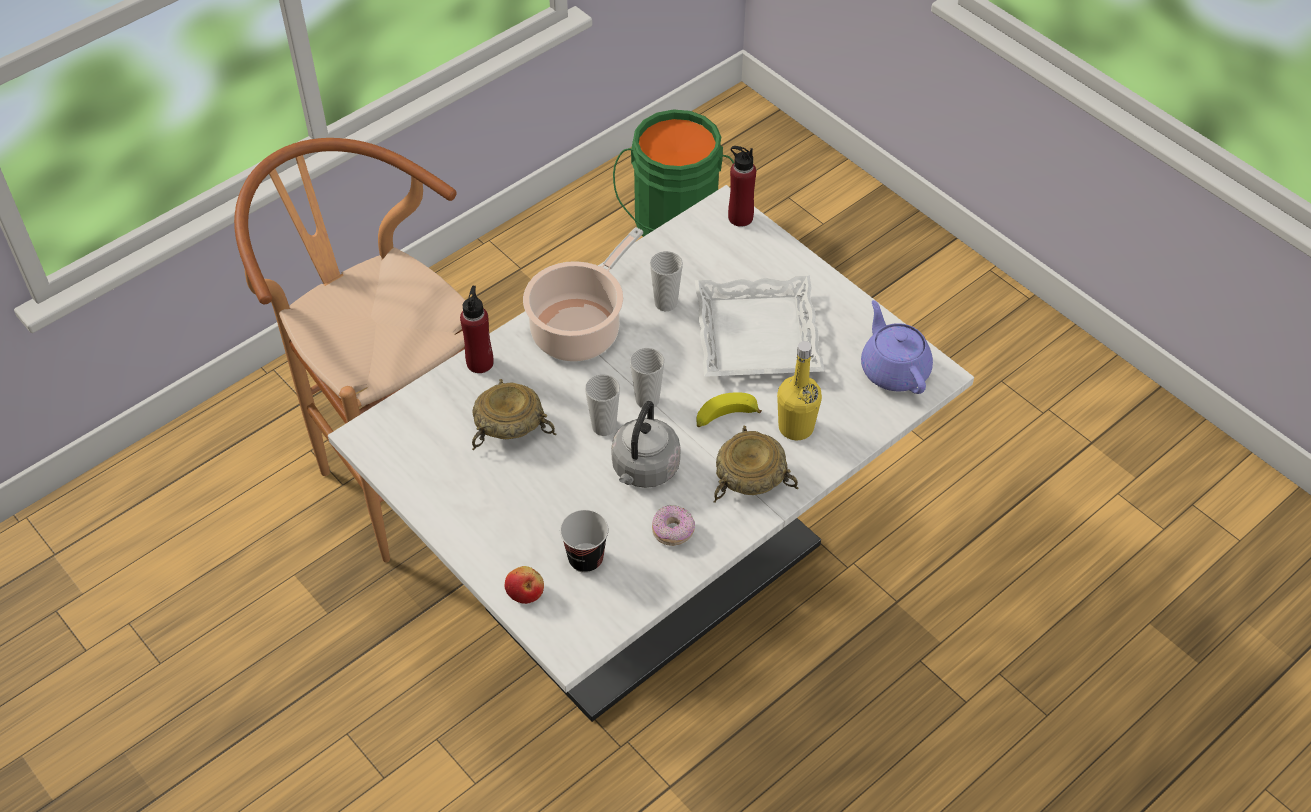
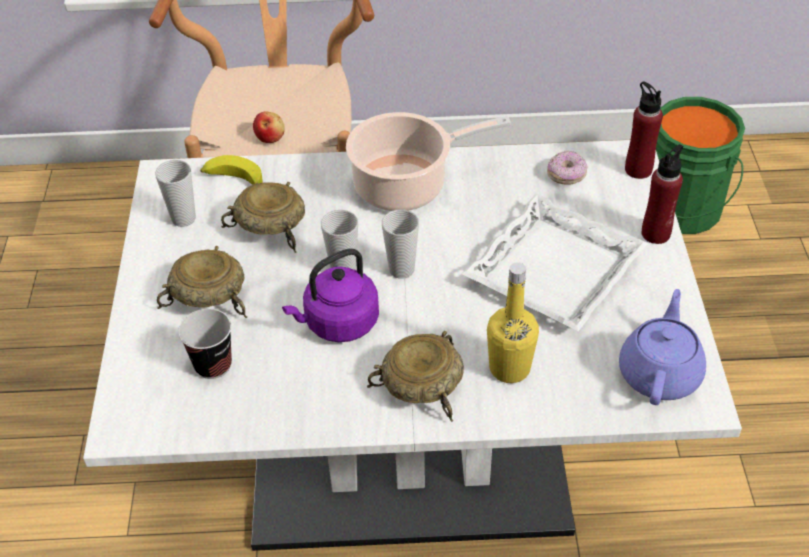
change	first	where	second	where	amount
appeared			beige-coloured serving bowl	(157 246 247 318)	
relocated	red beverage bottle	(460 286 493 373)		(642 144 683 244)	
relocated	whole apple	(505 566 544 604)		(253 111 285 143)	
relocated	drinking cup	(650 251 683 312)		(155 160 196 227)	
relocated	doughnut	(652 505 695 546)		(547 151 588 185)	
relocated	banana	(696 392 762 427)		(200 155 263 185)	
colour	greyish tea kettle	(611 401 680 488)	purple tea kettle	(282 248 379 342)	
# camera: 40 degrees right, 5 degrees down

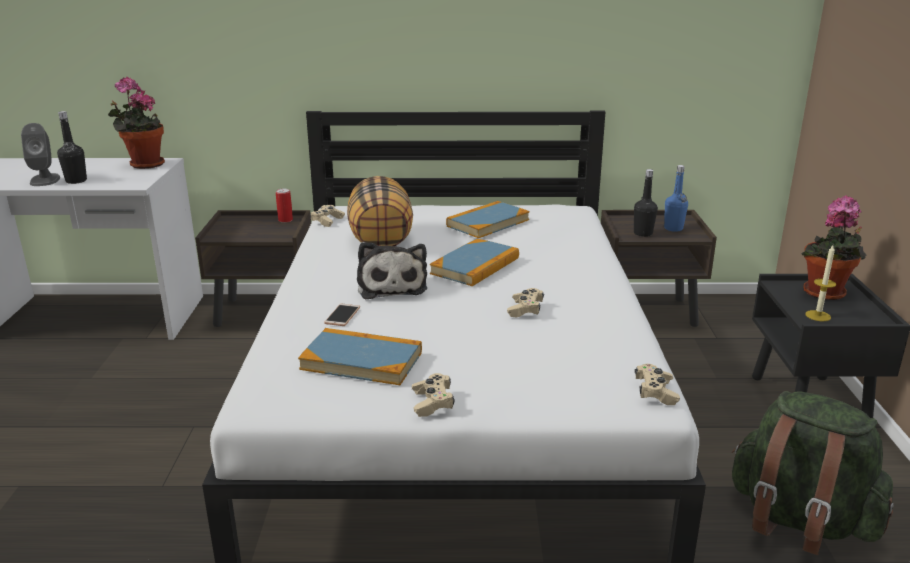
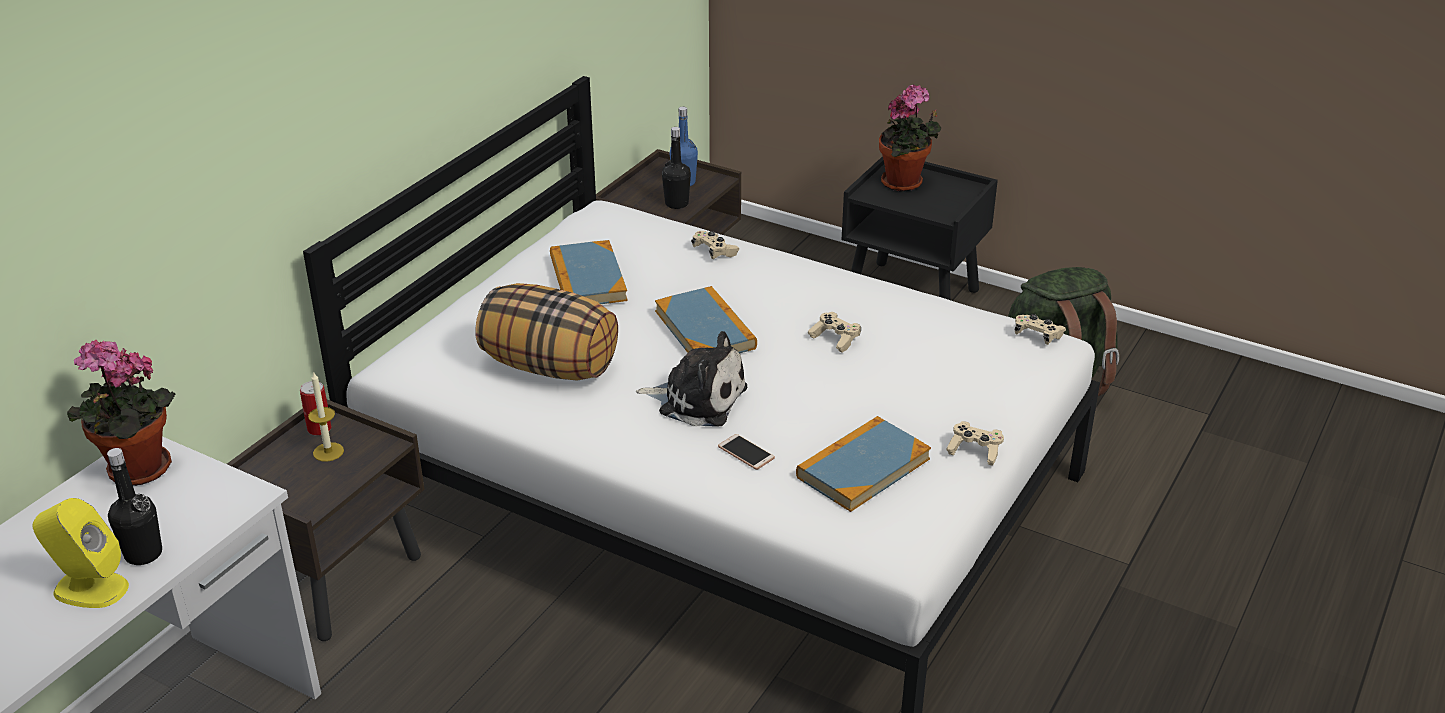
change	first	where	second	where	amount
relocated	beige-coloured joypad	(310 205 345 227)		(691 231 739 259)	
relocated	wax light	(805 245 836 321)		(308 371 344 462)	
colour	greyish audio speaker	(21 123 60 186)	yellowish audio speaker	(32 498 129 608)	
# camera: 60 degrees left, 10 degrees up

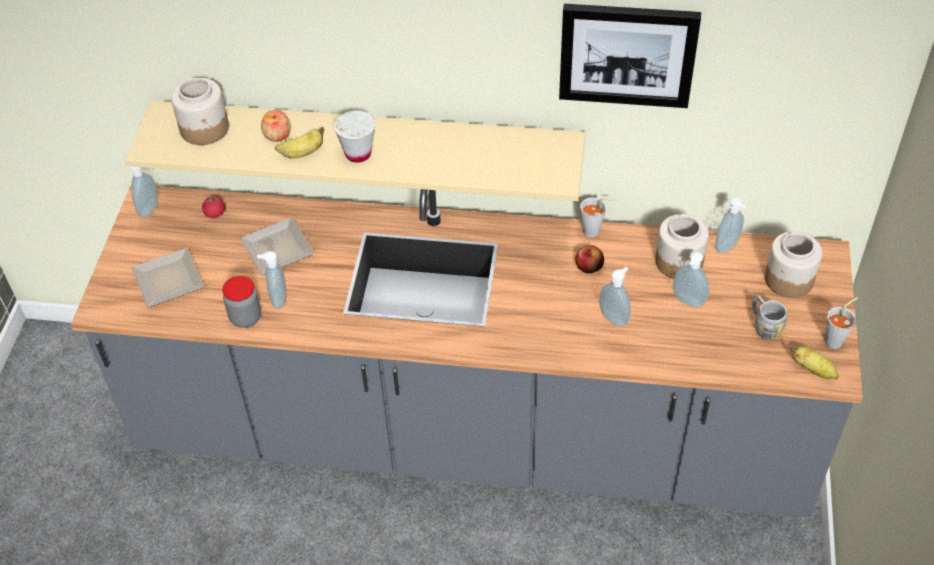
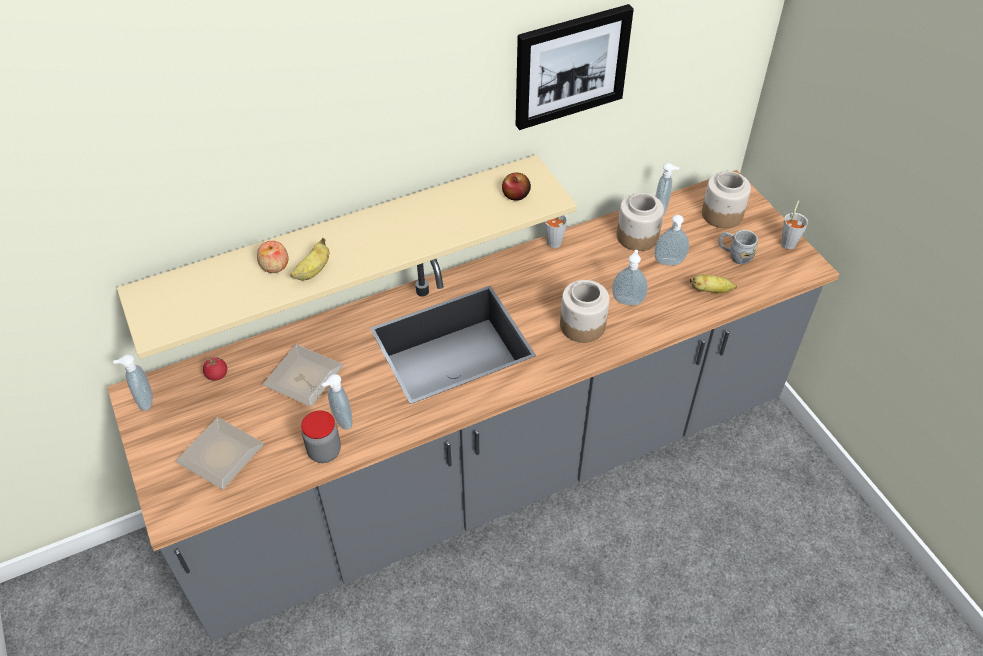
change	first	where	second	where	amount
missing	white drinking cup	(334 111 375 162)			
relocated	jar	(171 78 229 145)		(560 280 610 343)	
relocated	whole apple	(575 245 604 273)		(502 173 531 201)	
relocated	banana	(790 345 839 379)		(690 274 737 293)	
# camera: 35 degrees left, 0 degrees up

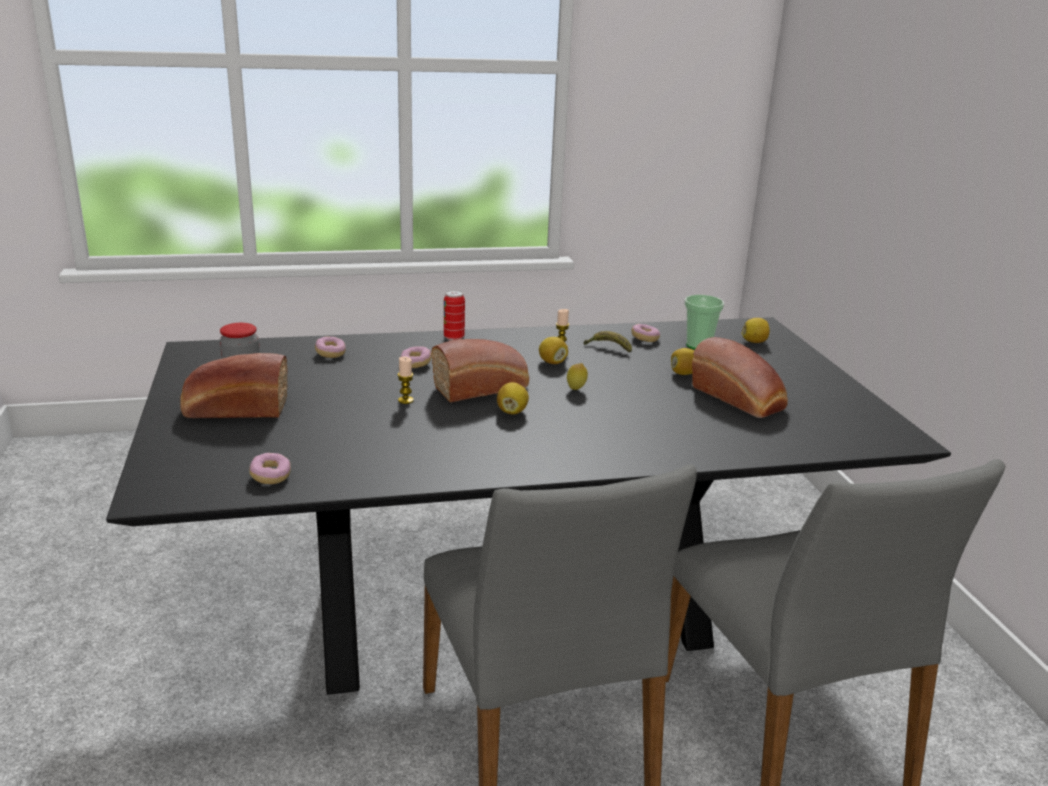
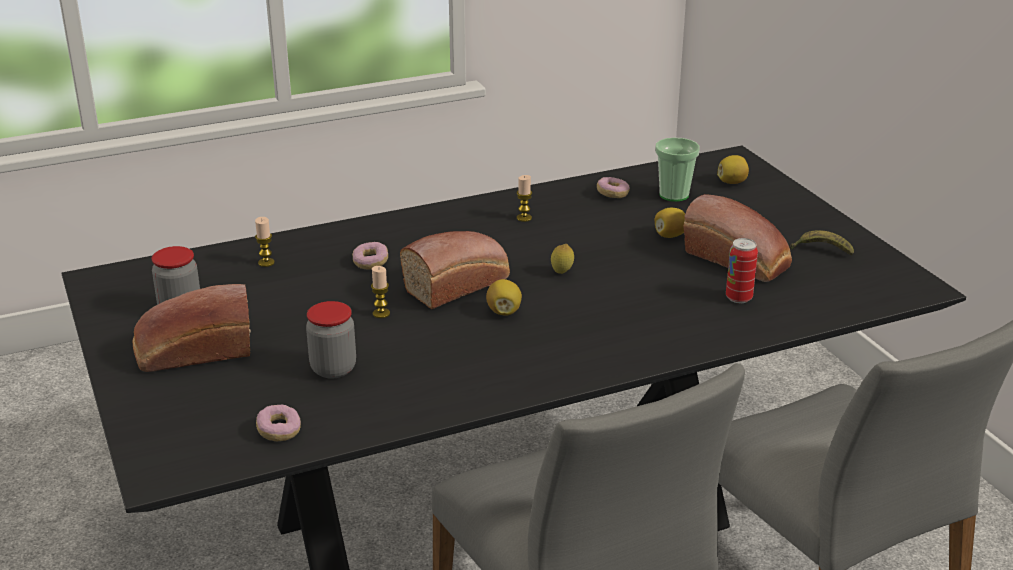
change	first	where	second	where	amount
missing	lemon	(539 337 568 364)			
appeared			jar	(306 301 356 379)	
relocated	can	(444 290 465 341)		(726 238 758 303)	
relocated	banana	(584 331 632 353)		(790 230 854 255)	
exchanged	doughnut	(315 336 346 358)	wax light	(255 217 275 267)	
# camera: 10 degrees left, 5 degrees up

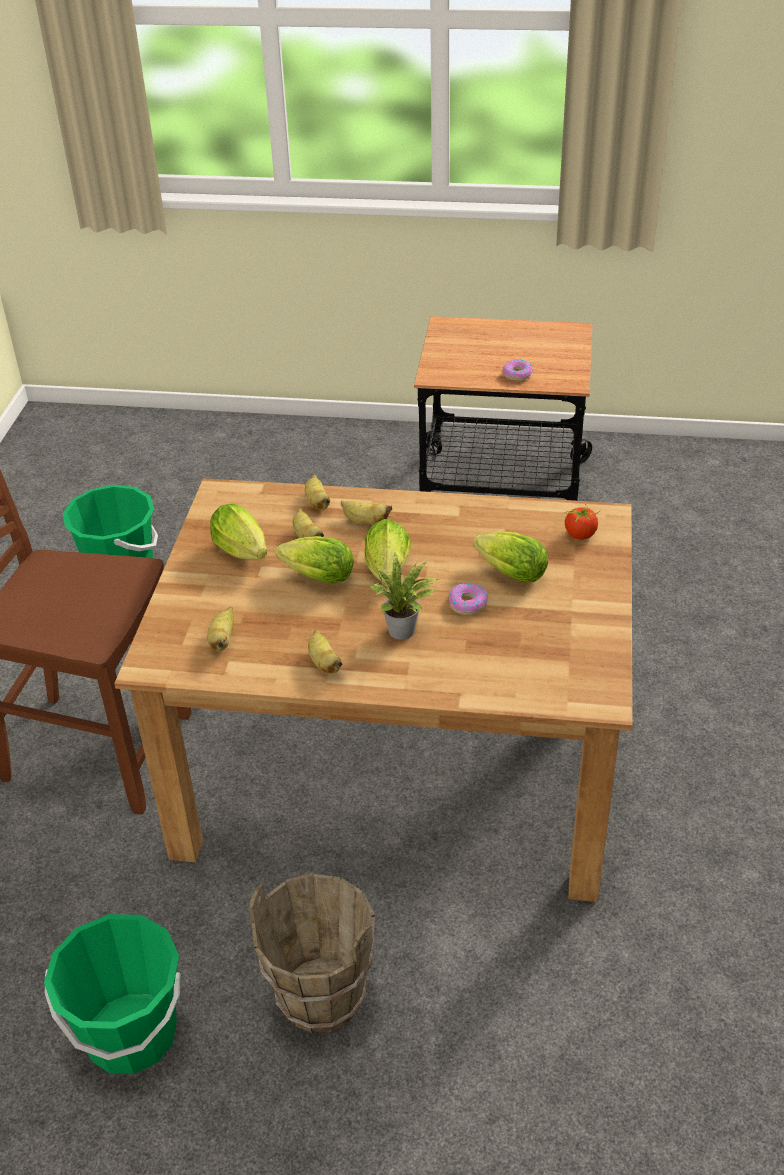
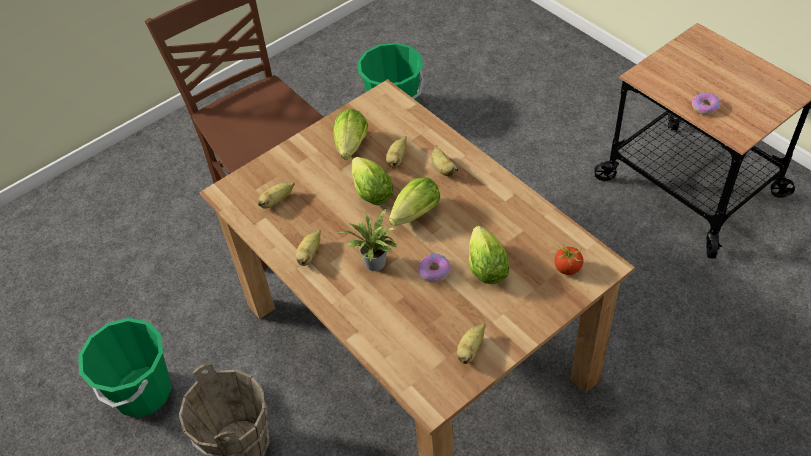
change	first	where	second	where	amount
relocated	banana	(305 474 330 510)		(457 323 485 364)	
# camera: 45 degrees right, 10 degrees up

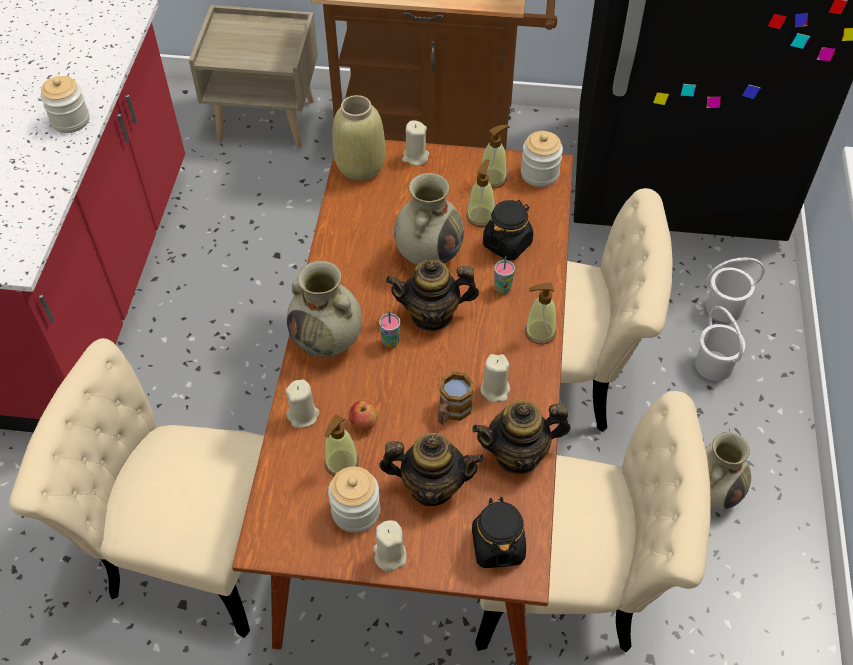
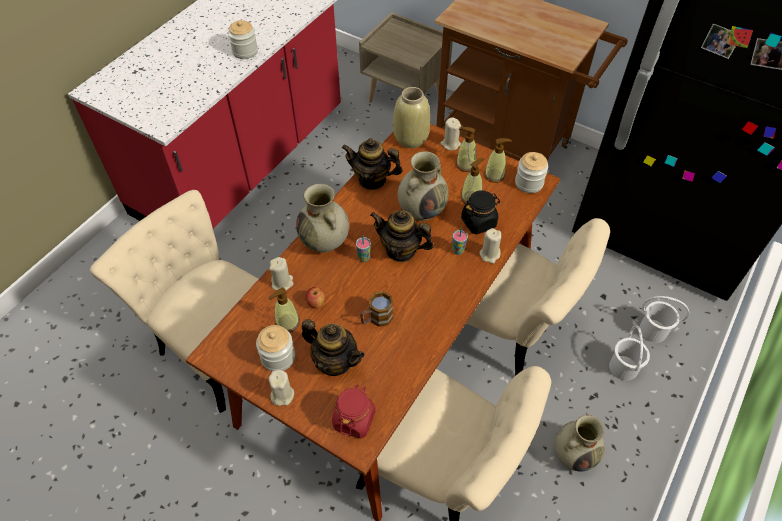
change	first	where	second	where	amount
relocated	pot for tea	(472 400 571 475)		(342 138 403 190)	
relocated	beige-coloured wax light	(480 354 510 402)		(480 228 501 264)	
relocated	soap dispenser	(525 283 556 345)		(456 127 476 172)	
colour	black jar	(472 497 526 568)	red jar	(332 384 375 439)	
# camera: 25 degrees right, 0 degrees up

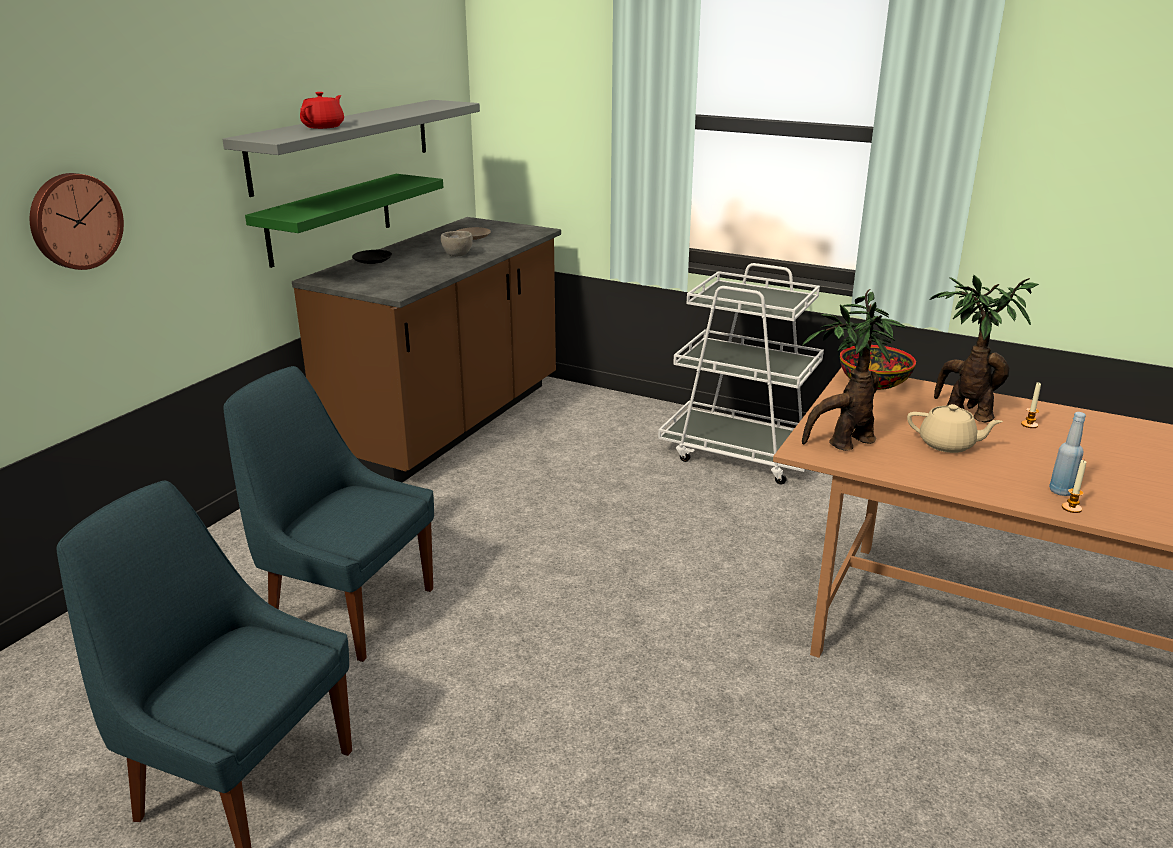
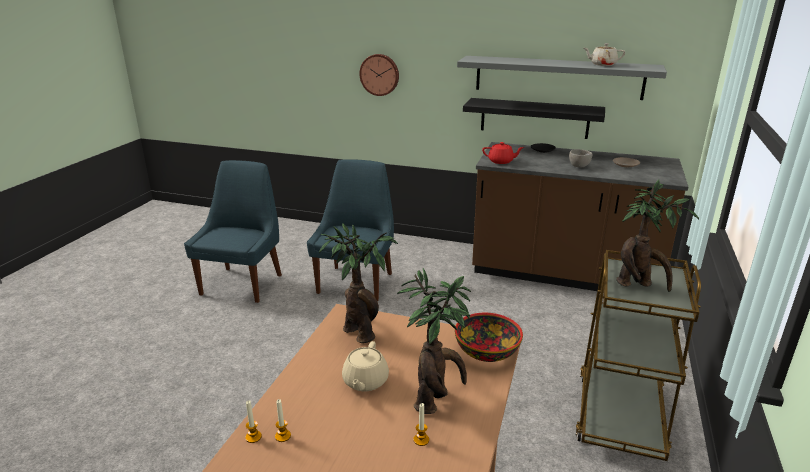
change	first	where	second	where	amount
appeared			beige-coloured pot for tea	(584 43 625 66)	
appeared			plant in a pot	(616 180 699 292)	
relocated	red pot for tea	(300 92 344 129)		(482 142 524 164)	
exchanged	blue-coloured beverage bottle	(1049 412 1086 496)	wax light	(275 399 291 442)	
colour	greenish shelf	(245 174 443 268)	black shelf	(463 98 605 139)	
colour	white trolley	(658 263 824 485)	brown-coloured trolley	(576 250 701 461)	
# camera: 80 degrees right, 0 degrees up

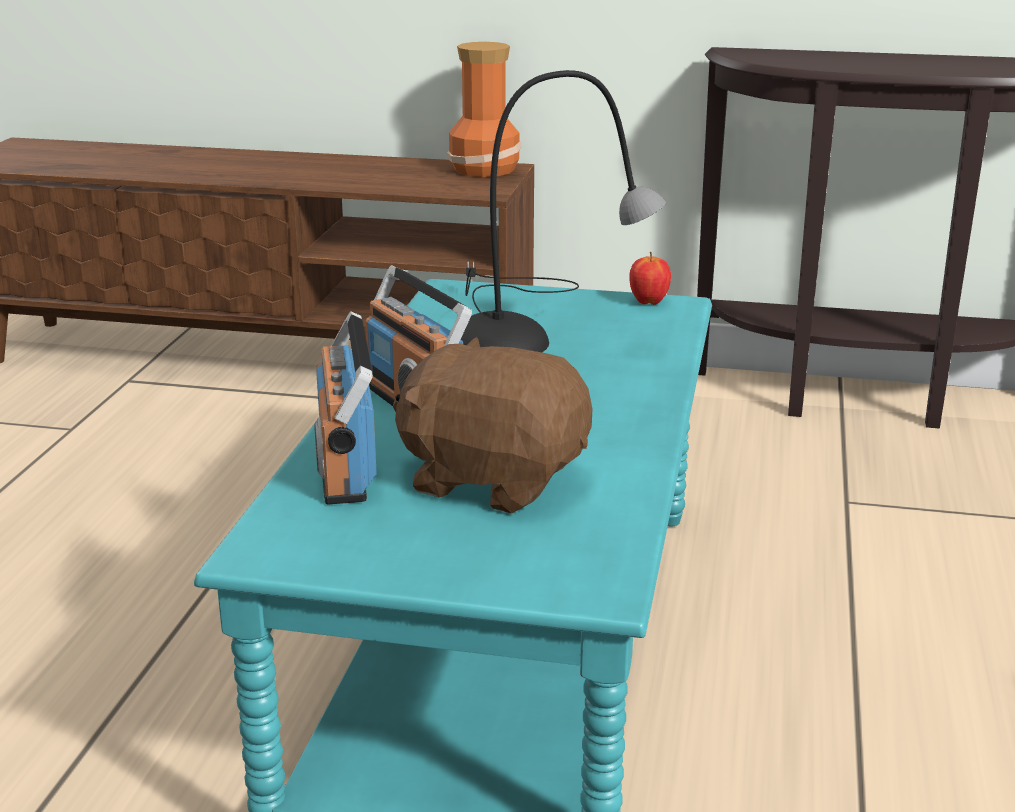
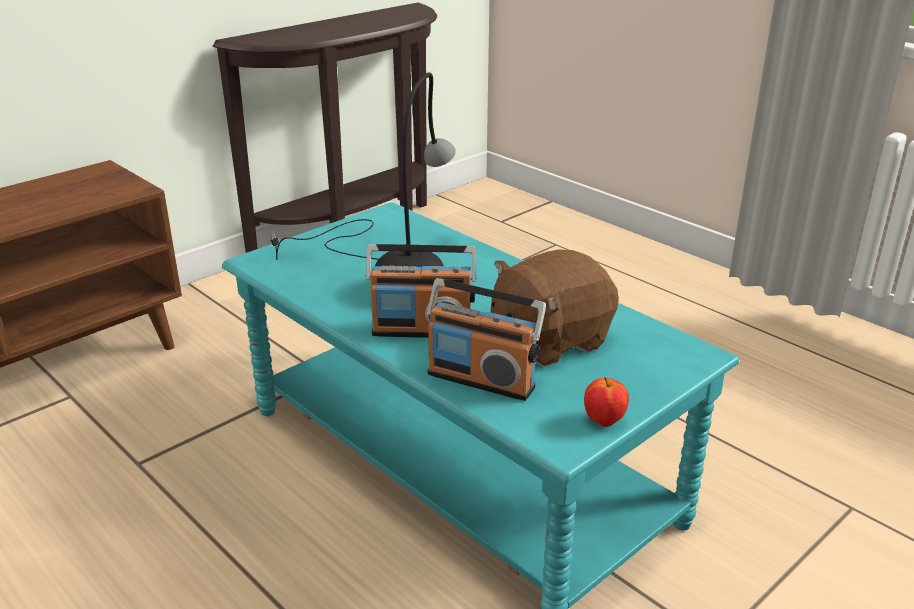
change	first	where	second	where	amount
missing	vase	(447 42 522 177)			
relocated	whole apple	(629 252 671 305)		(584 377 629 427)	
# camera: 55 degrees left, 5 degrees up

